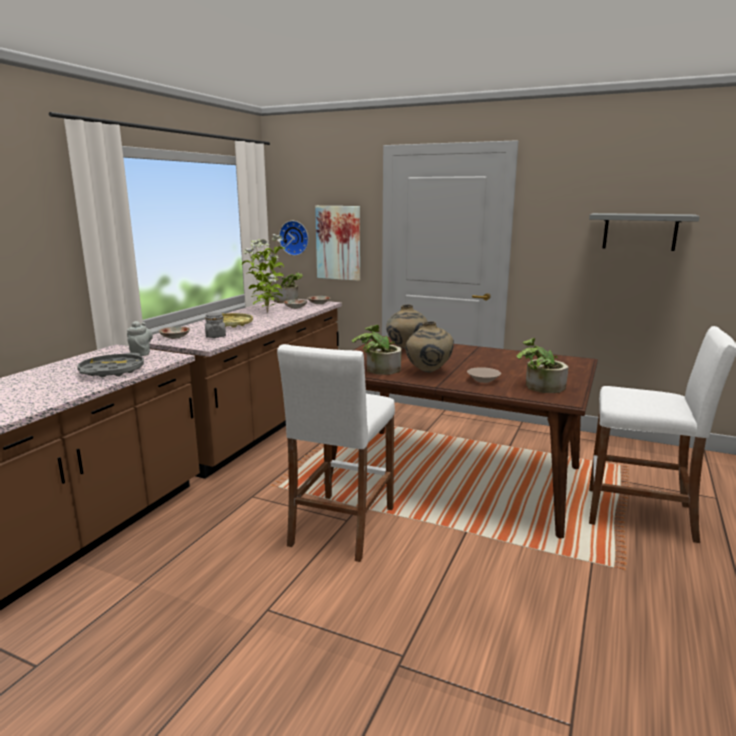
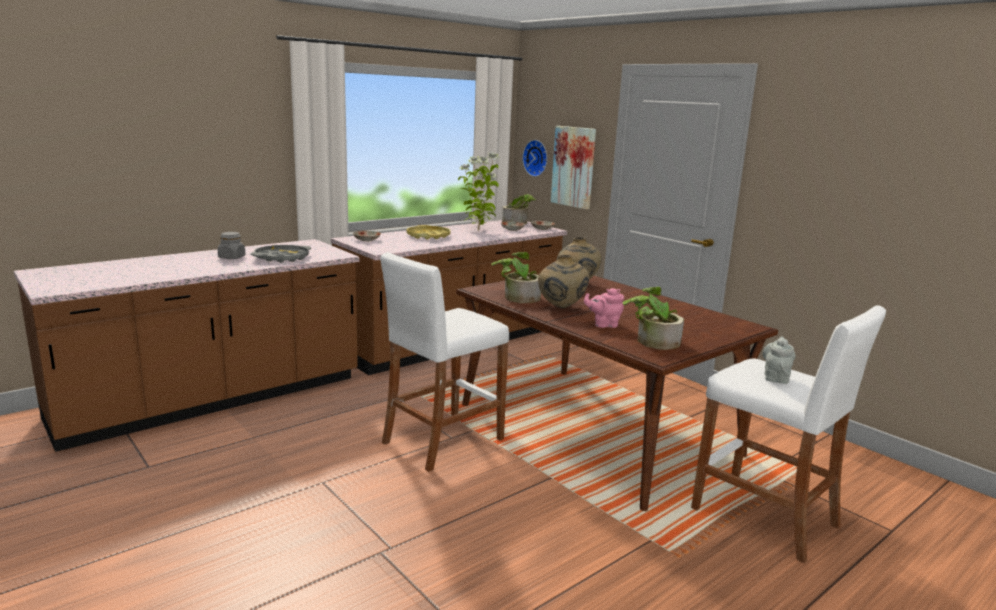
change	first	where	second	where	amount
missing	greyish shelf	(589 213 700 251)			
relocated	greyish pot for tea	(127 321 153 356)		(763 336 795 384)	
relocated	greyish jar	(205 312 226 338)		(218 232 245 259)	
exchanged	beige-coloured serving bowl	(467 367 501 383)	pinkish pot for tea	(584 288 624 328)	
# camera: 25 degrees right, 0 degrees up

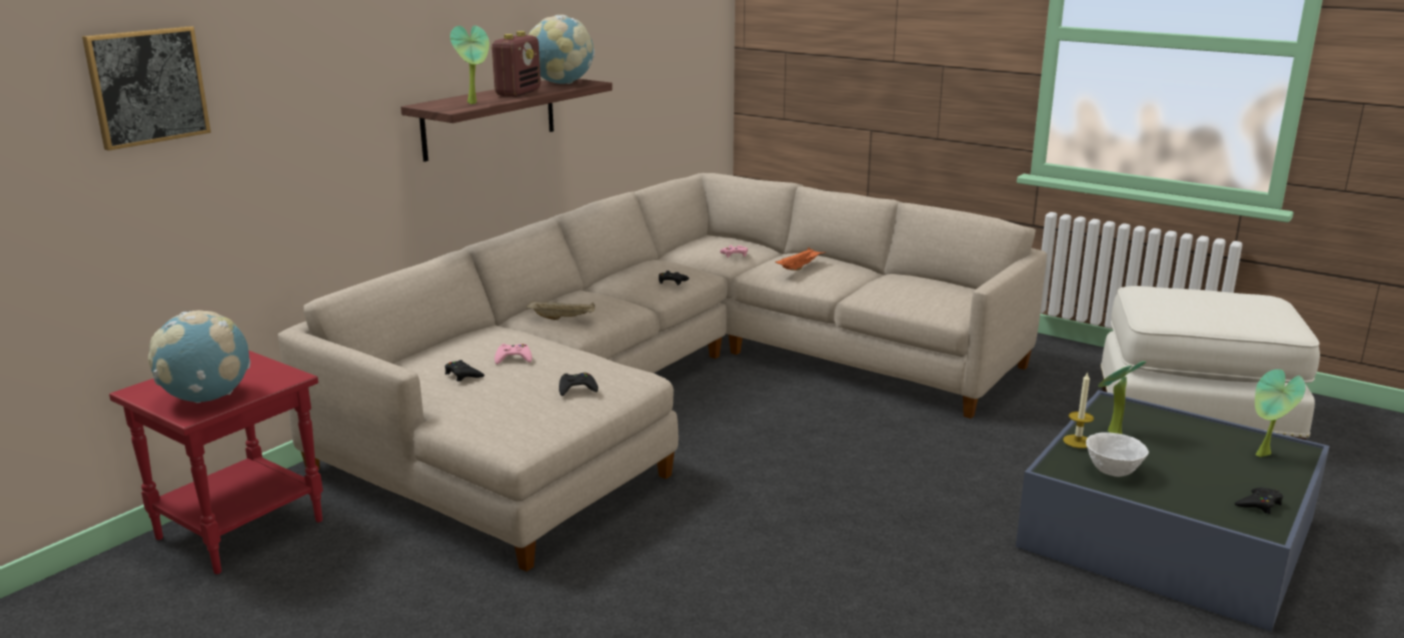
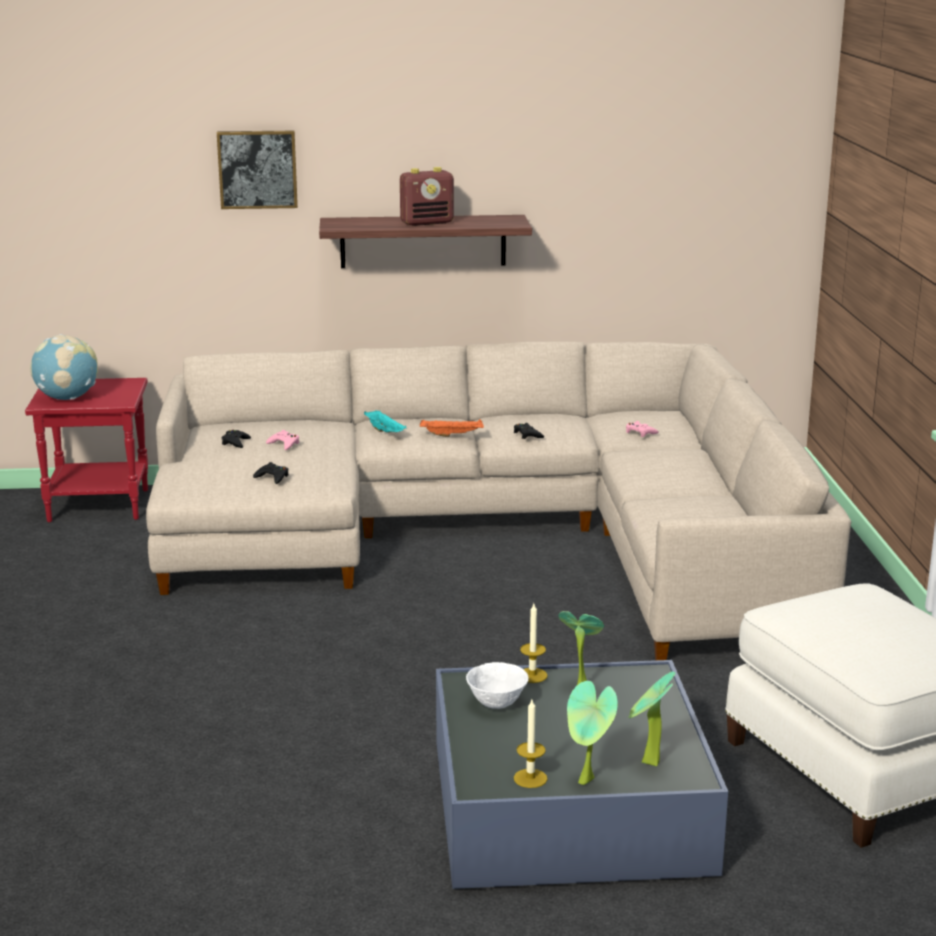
change	first	where	second	where	amount
missing	globe	(529 15 595 84)			
relocated	picture	(82 26 211 151)		(217 131 298 209)	
relocated	plant in a pot	(450 25 489 104)		(567 681 618 785)	
relocated	orange-coloured tray	(775 247 826 271)		(420 419 484 437)	
exchanged	black joypad	(1235 488 1283 514)	wax light	(514 700 547 788)	
colour	beige-coloured tray	(526 300 595 320)	turquoise-coloured tray	(364 410 406 433)	
# camera: 50 degrees right, 0 degrees up

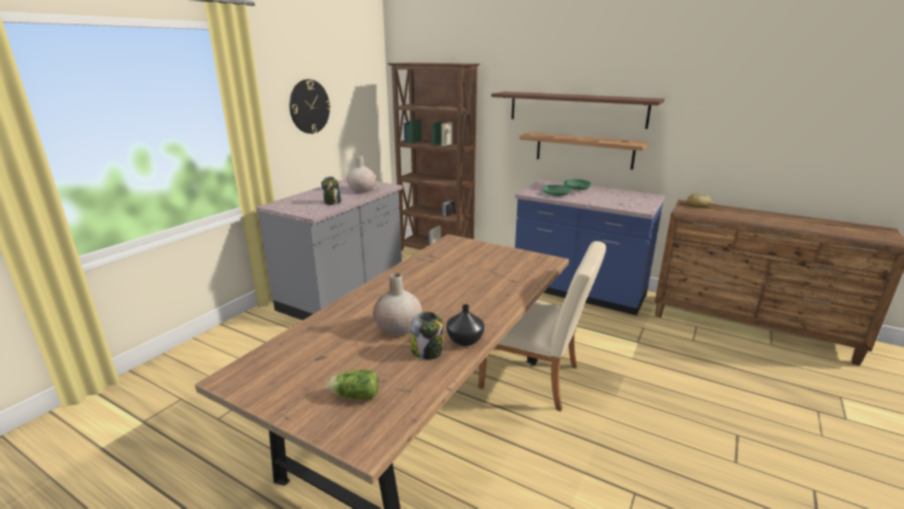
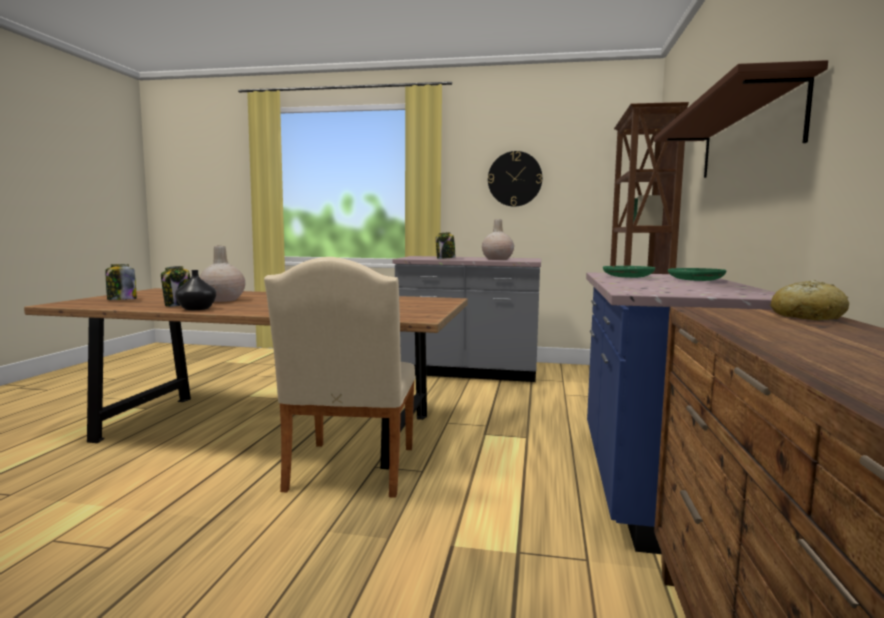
change	first	where	second	where	amount
missing	shelf	(519 132 648 170)			
exchanged	lettuce	(327 370 379 399)	jar	(106 264 137 300)	
# camera: 70 degrees right, 15 degrees down

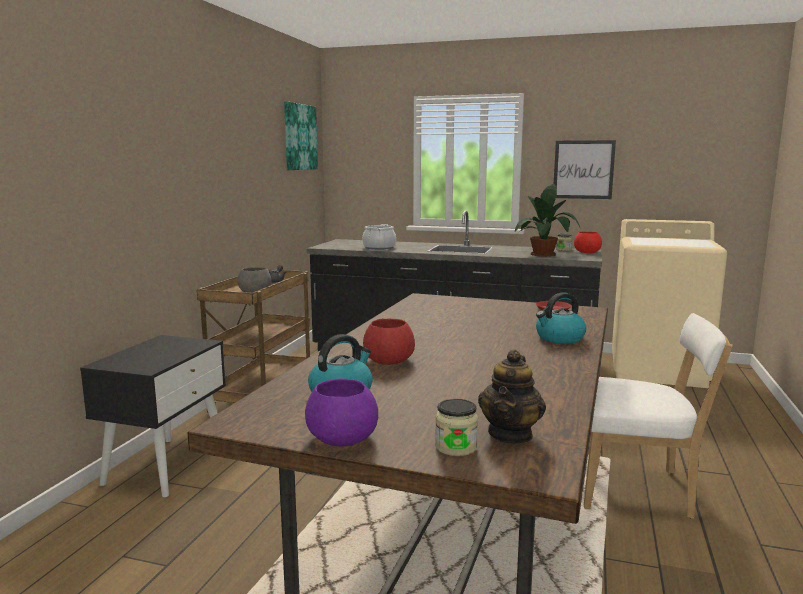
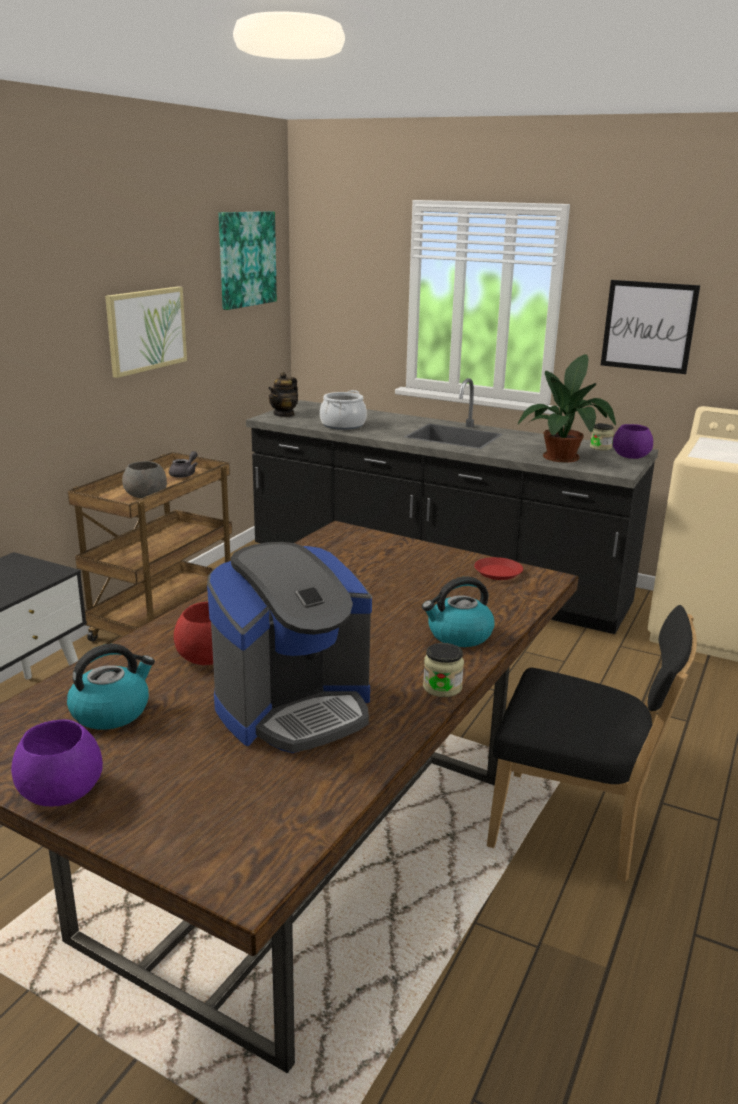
change	first	where	second	where	amount
appeared			picture	(105 286 187 378)	
appeared			coffee machine	(207 542 372 753)	
relocated	jar	(435 399 478 456)		(423 643 464 697)	
relocated	pot for tea	(478 349 546 444)		(268 372 298 417)	
colour	red serving bowl	(574 231 602 253)	purple serving bowl	(613 424 653 459)	
colour	white upright chair	(584 313 733 519)	black upright chair	(487 605 697 882)	
# camera: 10 degrees right, 10 degrees up

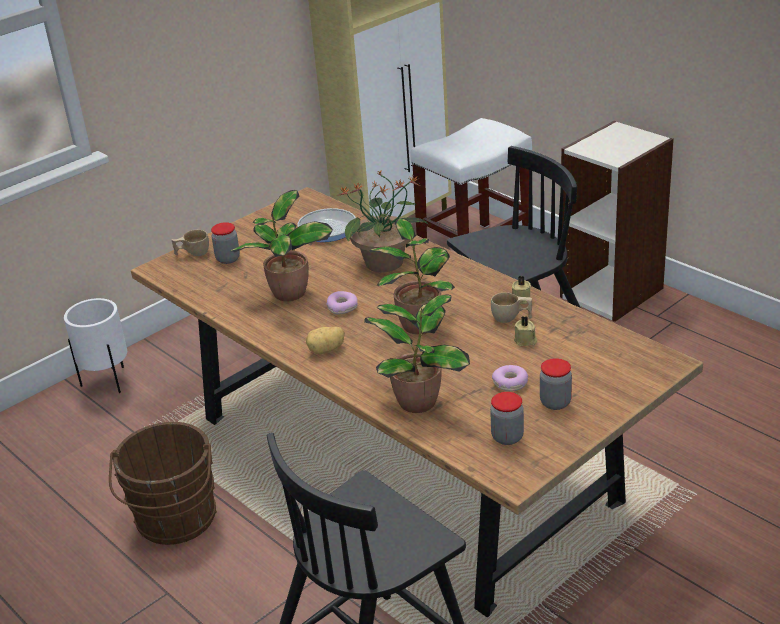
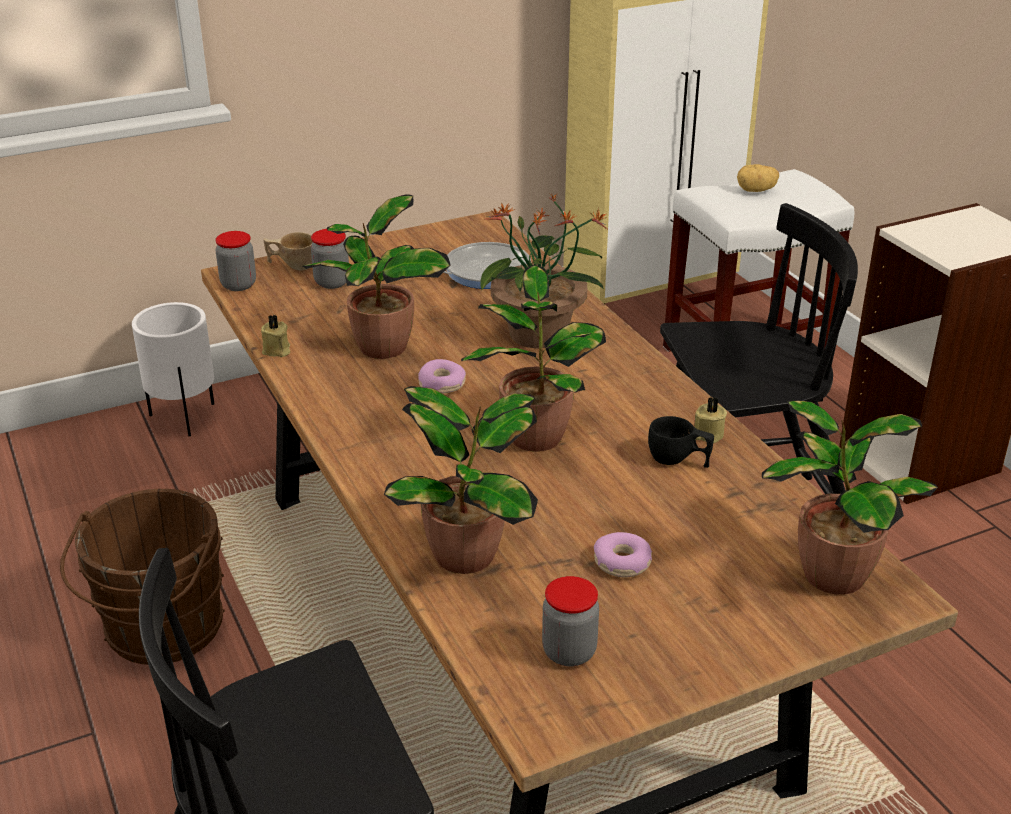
change	first	where	second	where	amount
appeared			plant in a pot	(762 400 938 595)	
relocated	whole potato	(306 327 345 354)		(737 164 779 192)	
relocated	beige-coloured wax light	(514 316 537 346)		(261 315 290 357)	
relocated	jar	(540 358 572 410)		(215 231 256 291)	
colour	beige-coloured drinking cup	(491 292 532 323)	black drinking cup	(648 416 714 468)	
# camera: 15 degrees right, 0 degrees up

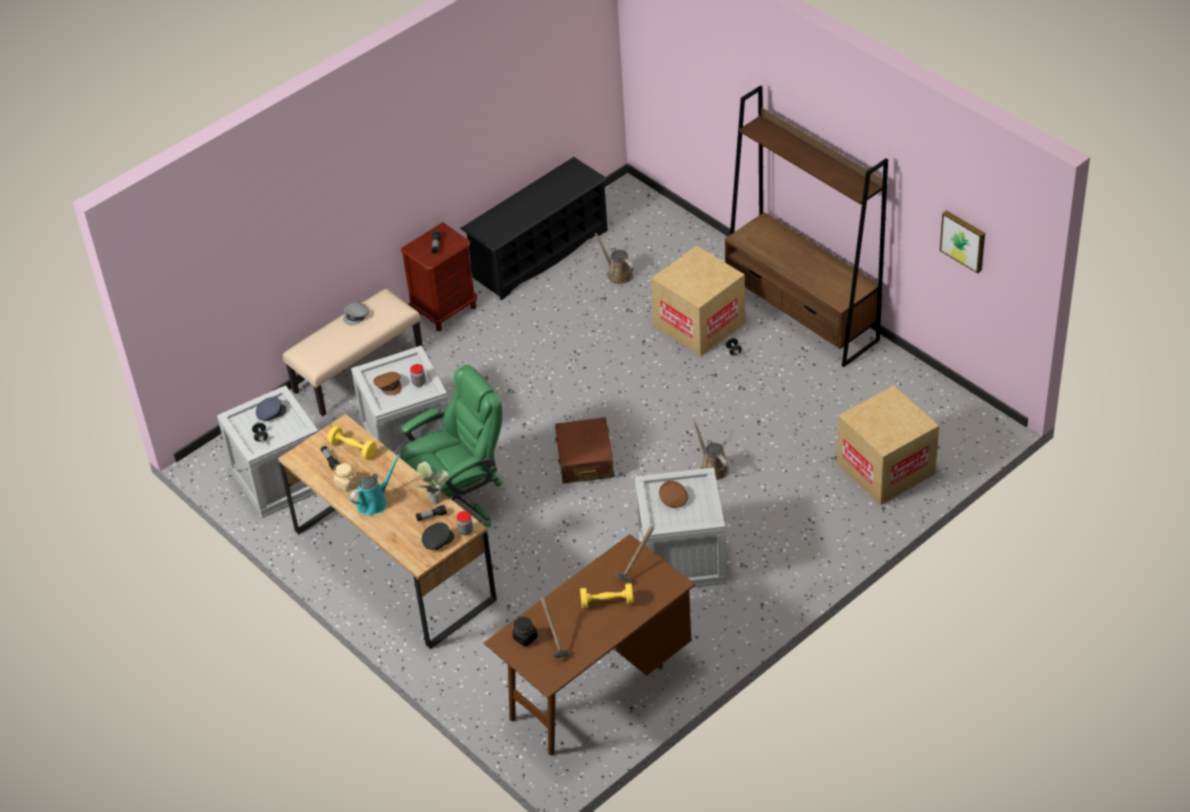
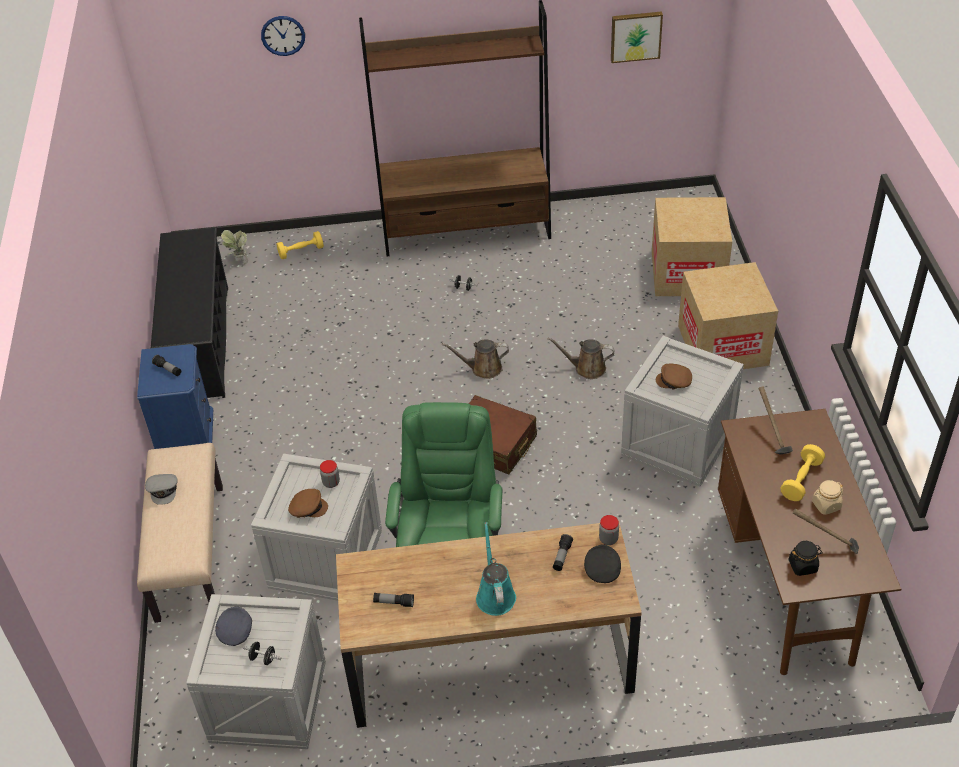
change	first	where	second	where	amount
appeared			hanging clock	(261 16 305 56)	
relocated	yellowish dumbbell	(327 426 377 459)		(277 231 324 259)	
relocated	beige-coloured jar	(333 463 358 491)		(812 480 844 515)	
relocated	plant in a pot	(413 462 449 504)		(221 230 248 264)	
relocated	brown-coloured sprinkling can	(594 233 634 284)		(442 340 509 379)	
relocated	carton	(651 245 745 356)		(678 262 778 369)	
colour	brown-coloured night table	(401 222 477 331)	blue-coloured night table	(137 344 213 449)	
# camera: 55 degrees left, 0 degrees up

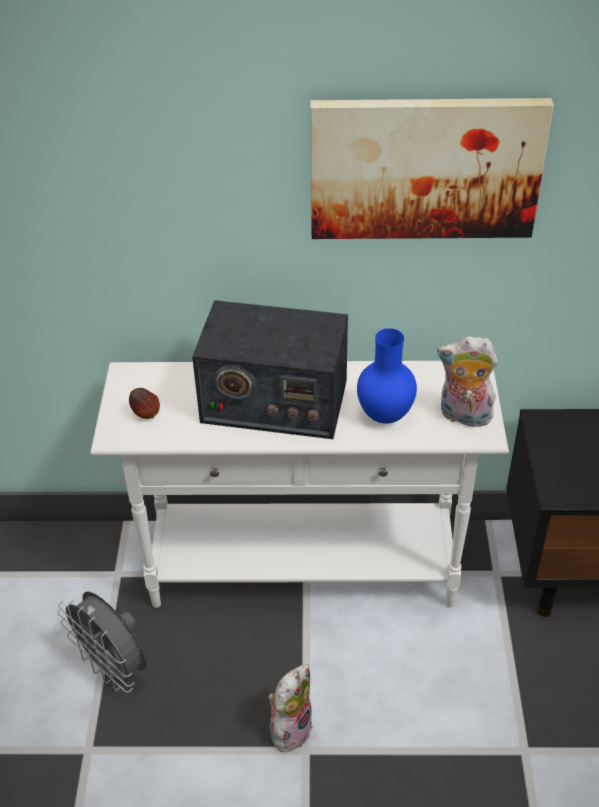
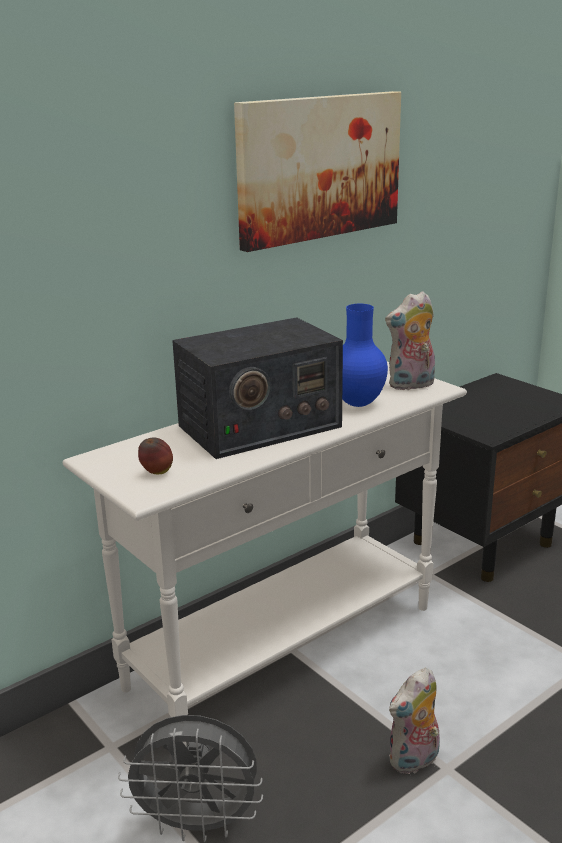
change	first	where	second	where	amount
spun	soft toy	(268 664 313 753)		(389 668 440 774)	120 degrees counterclockwise
# camera: 40 degrees left, 20 degrees down

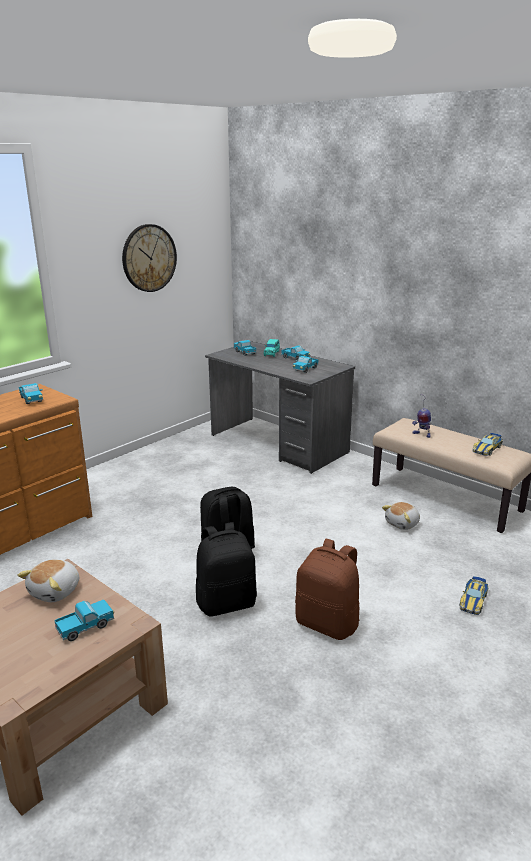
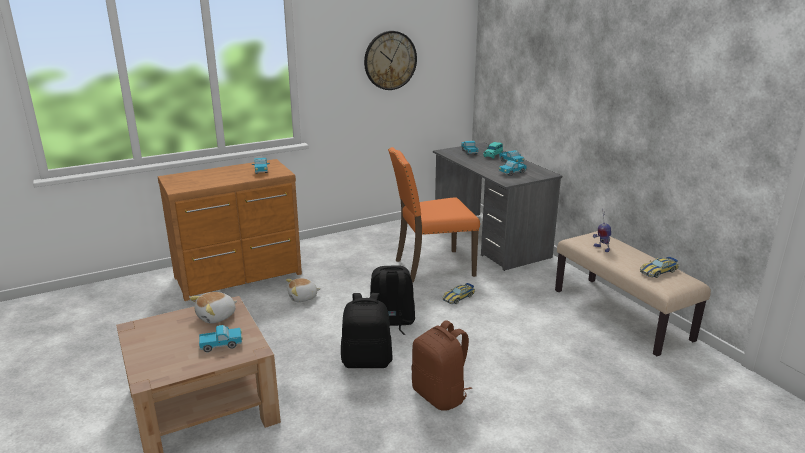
change	first	where	second	where	amount
appeared			orange-coloured upright chair	(388 147 480 283)	
relocated	soft toy	(382 502 420 530)		(286 278 321 302)	
relocated	toy car	(460 576 488 615)		(442 283 475 304)	
# camera: 20 degrees right, 0 degrees up

